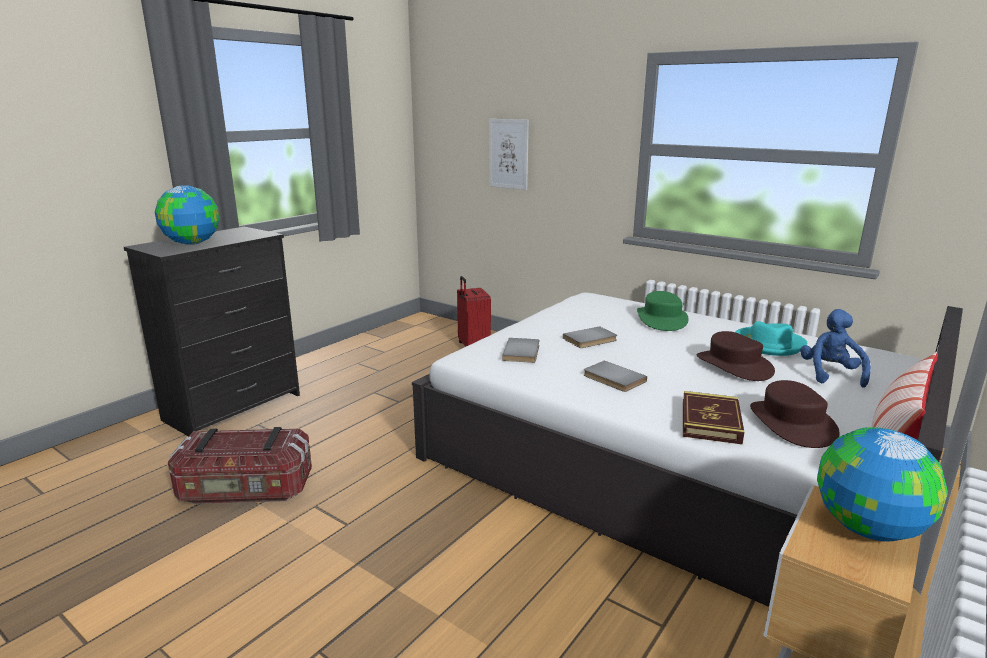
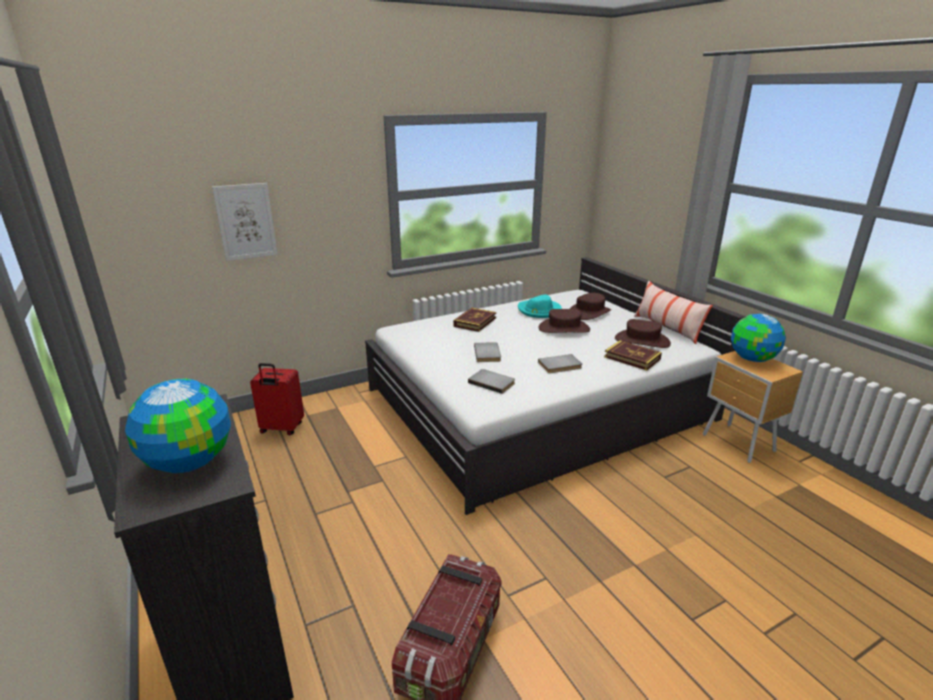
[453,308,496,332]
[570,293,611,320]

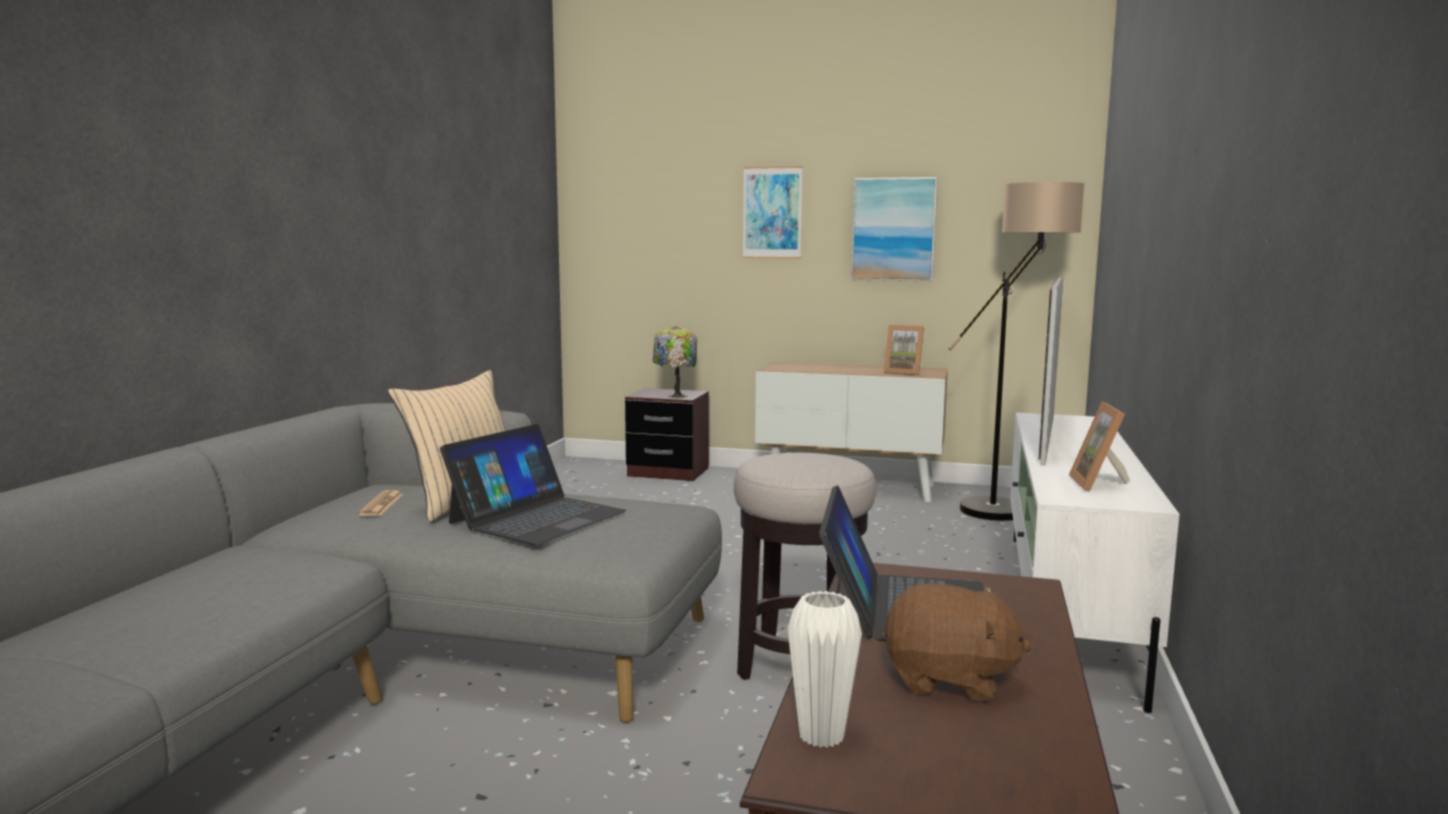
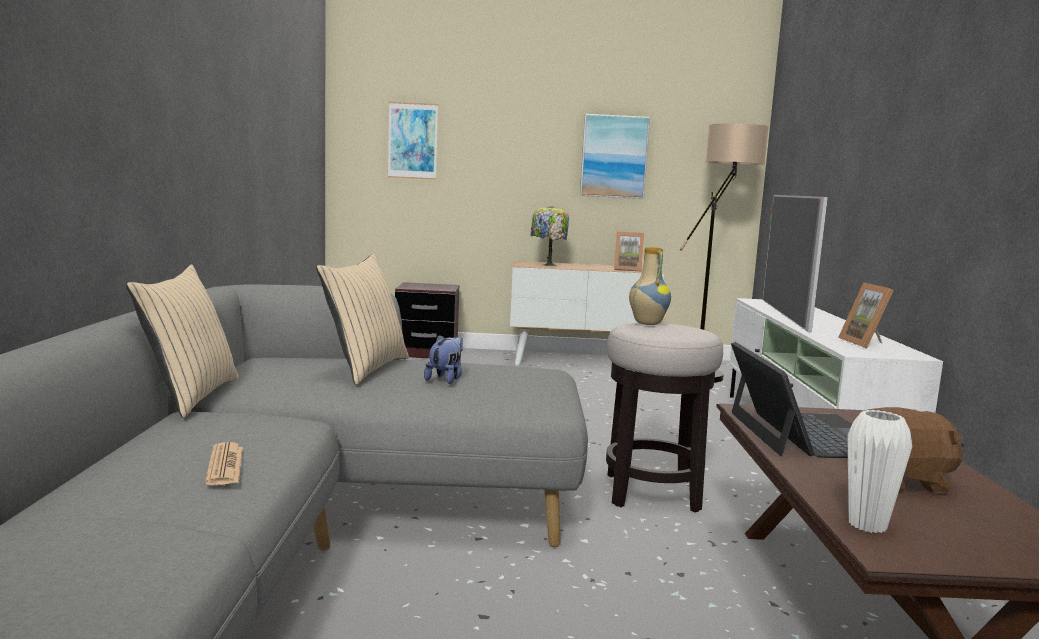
[126,264,239,418]
[629,247,671,325]
[205,442,243,485]
[531,206,569,266]
[388,102,438,180]
[424,335,463,384]

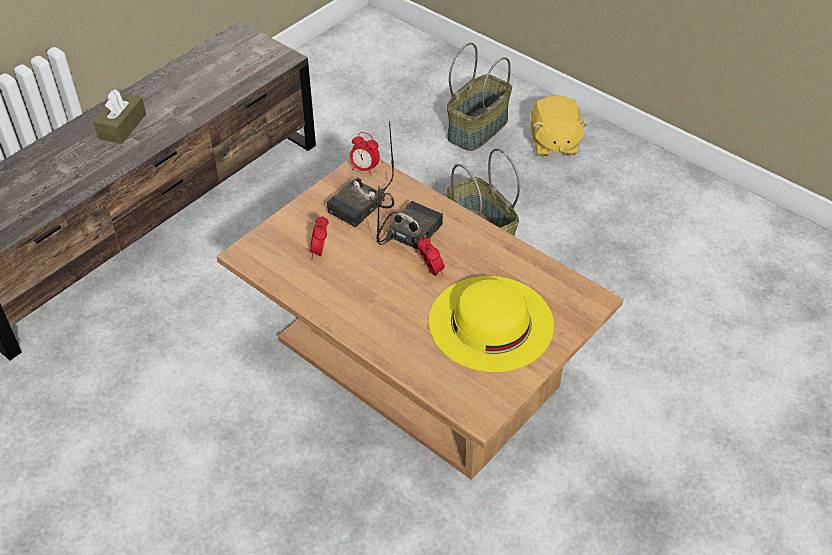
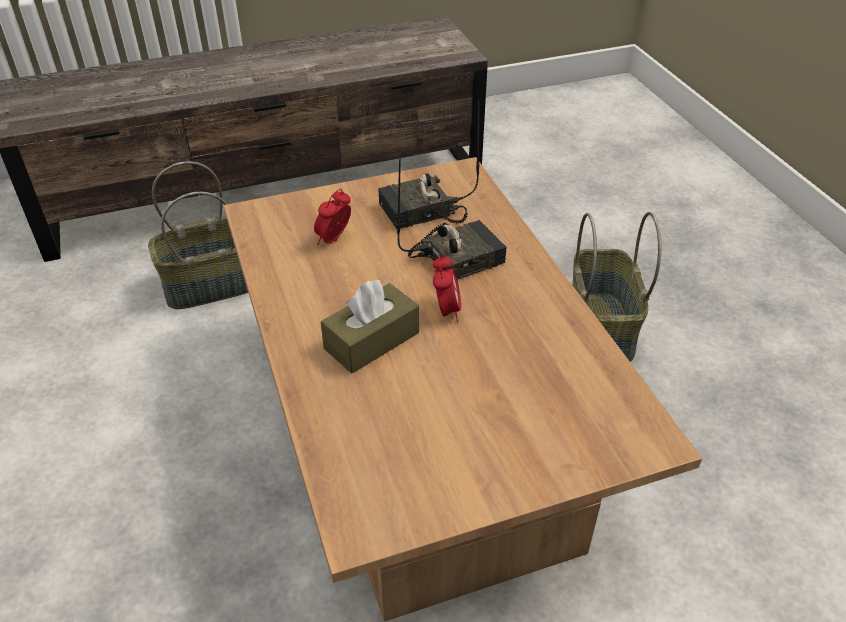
[350,132,380,175] (first image)
[429,276,554,372] (first image)
[531,95,588,156] (first image)
[321,280,419,373]
[148,161,248,309]

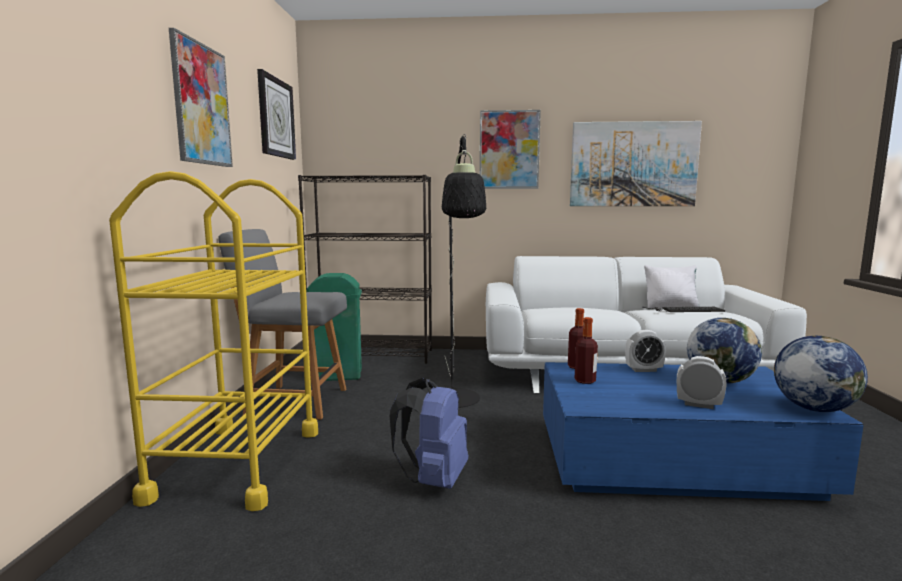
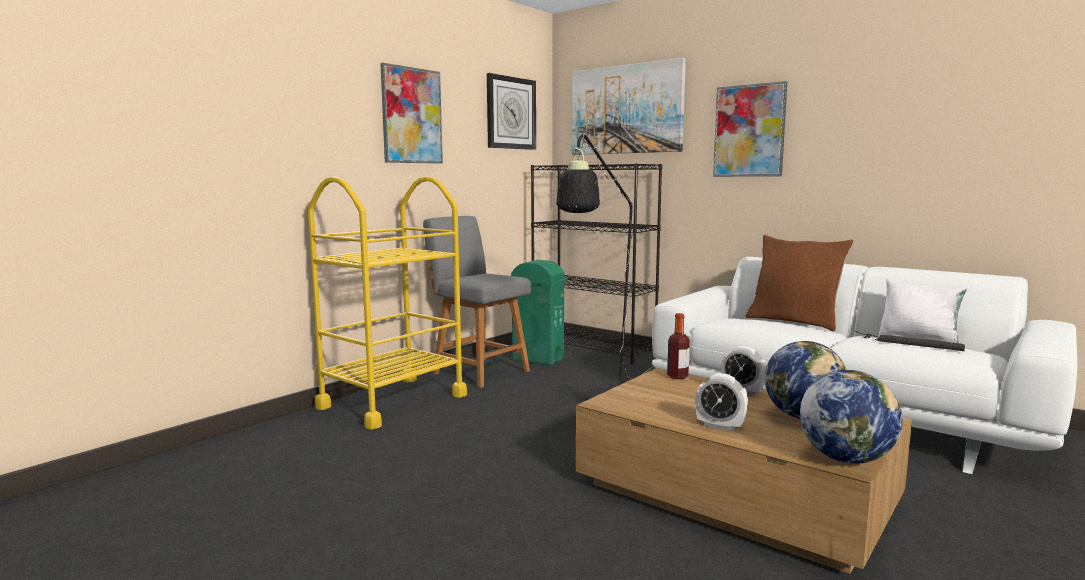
[390,378,468,489] (first image)
[575,317,598,384] (first image)
[746,235,854,331]
[572,58,686,155]
[576,368,912,574]
[695,373,748,431]

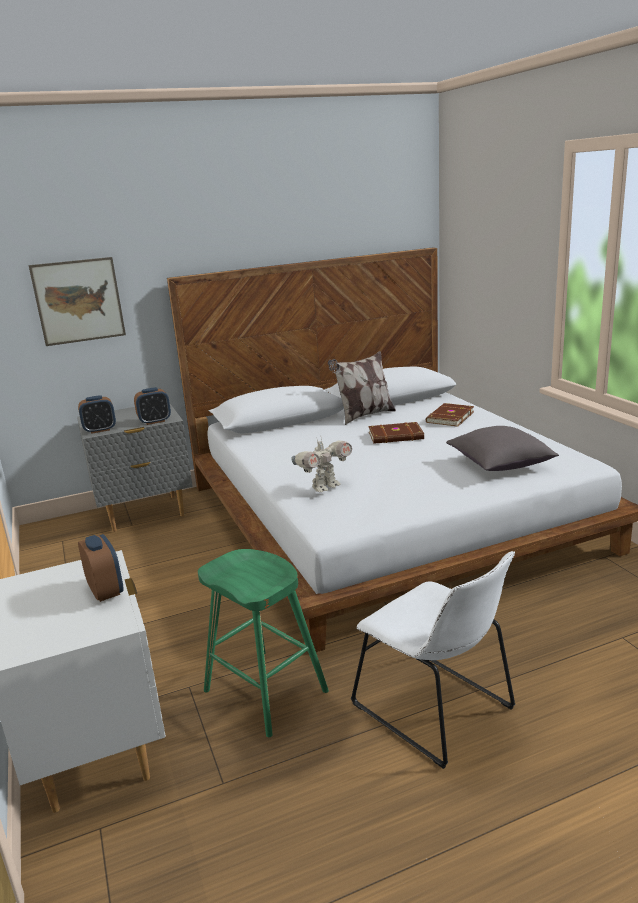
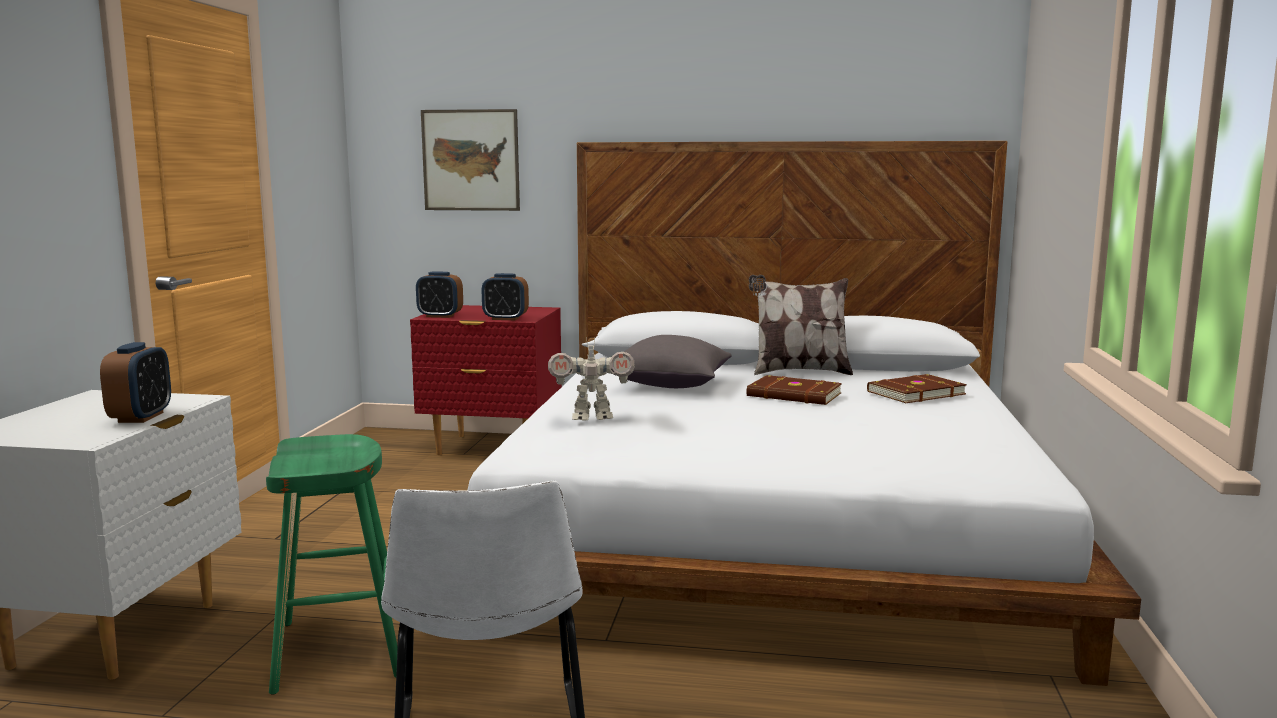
[618,335,732,388]
[410,305,562,455]

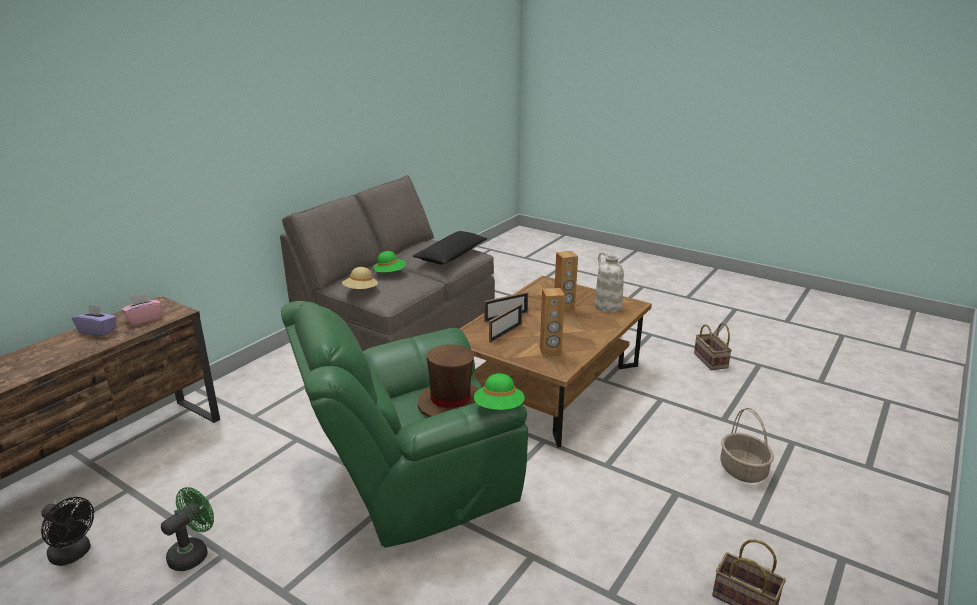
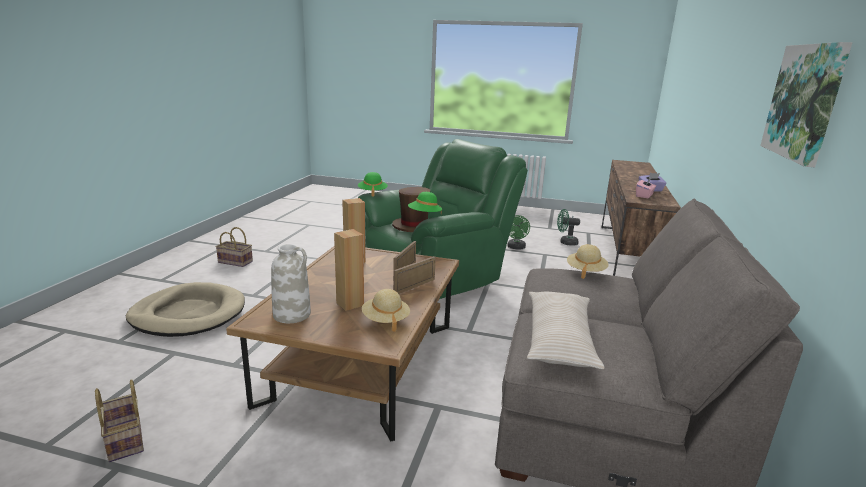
[362,289,410,332]
[760,42,852,167]
[408,192,442,215]
[126,282,245,337]
[557,209,580,246]
[527,292,605,369]

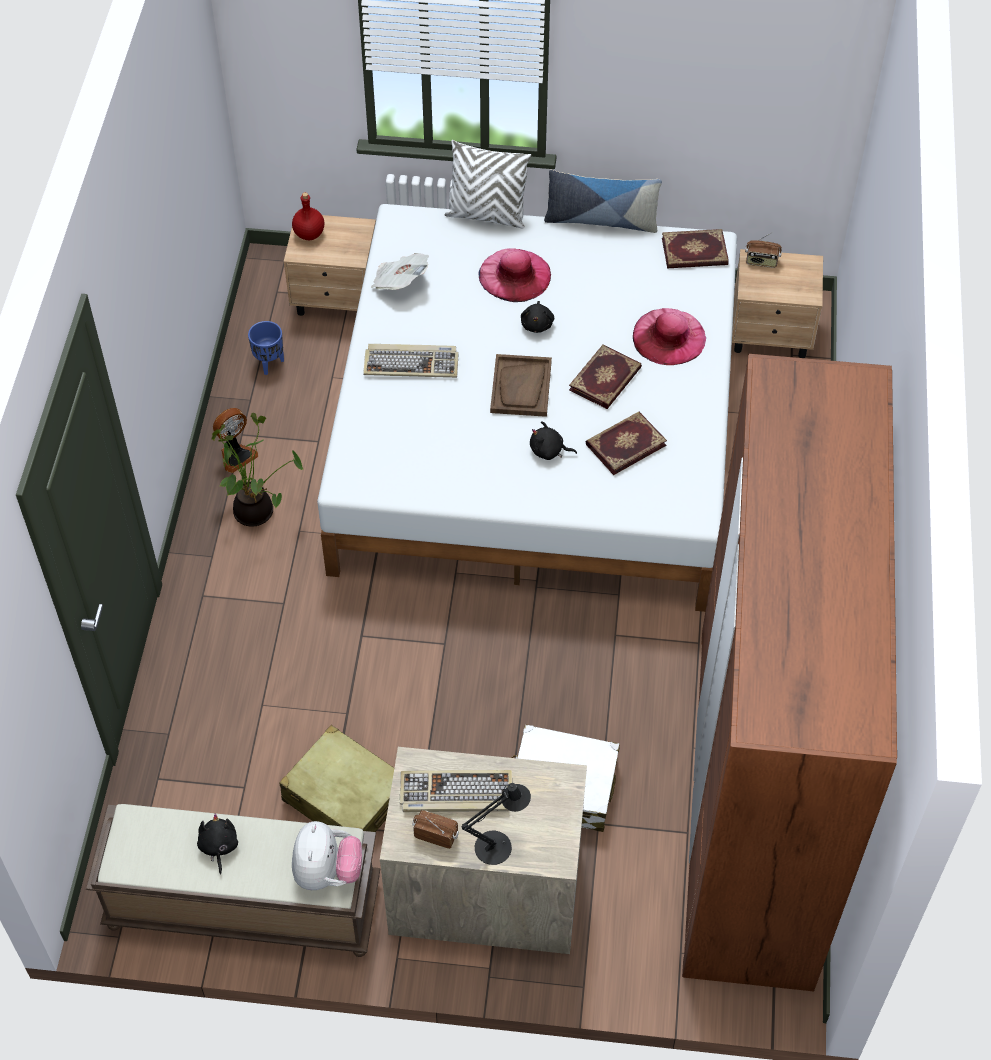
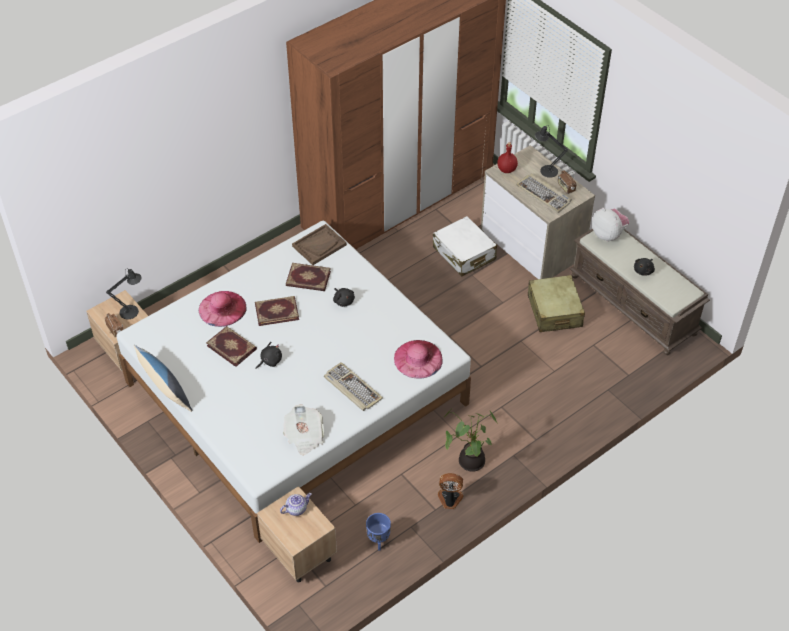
[445,140,531,228] (first image)
[106,269,142,319]
[280,493,312,516]
[497,142,518,173]
[394,340,443,378]
[292,224,347,265]
[206,326,257,367]
[592,208,629,241]

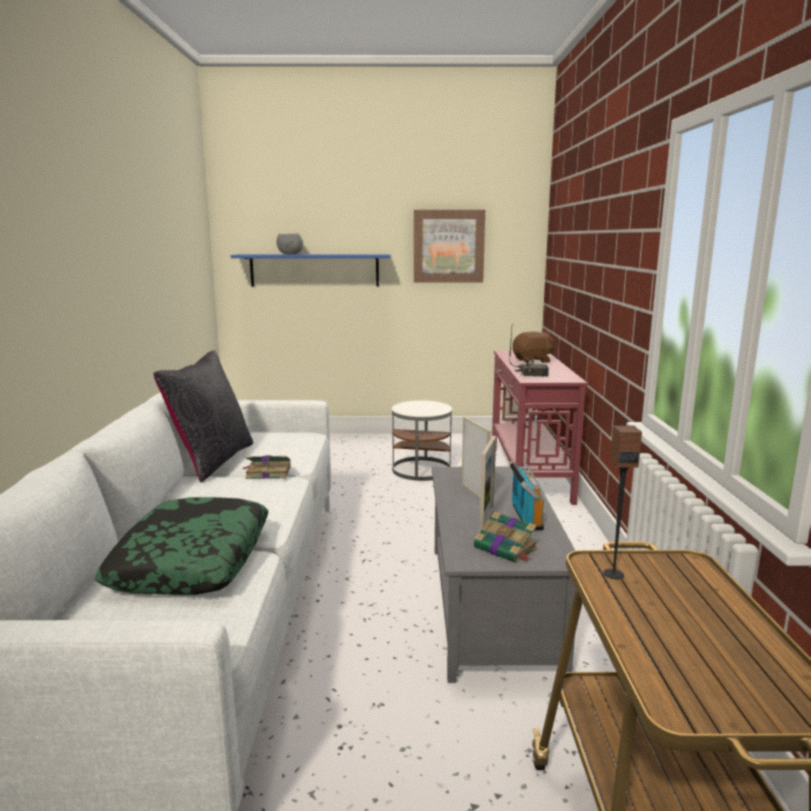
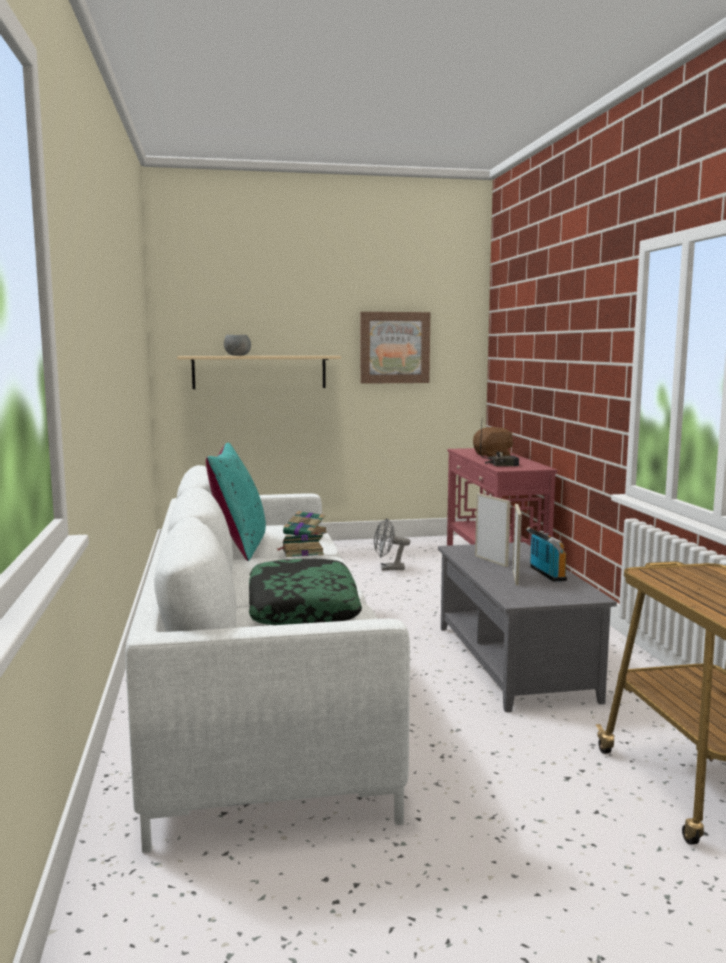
[603,425,642,579] (first image)
[283,511,327,536]
[374,518,410,570]
[206,443,266,561]
[177,356,341,389]

